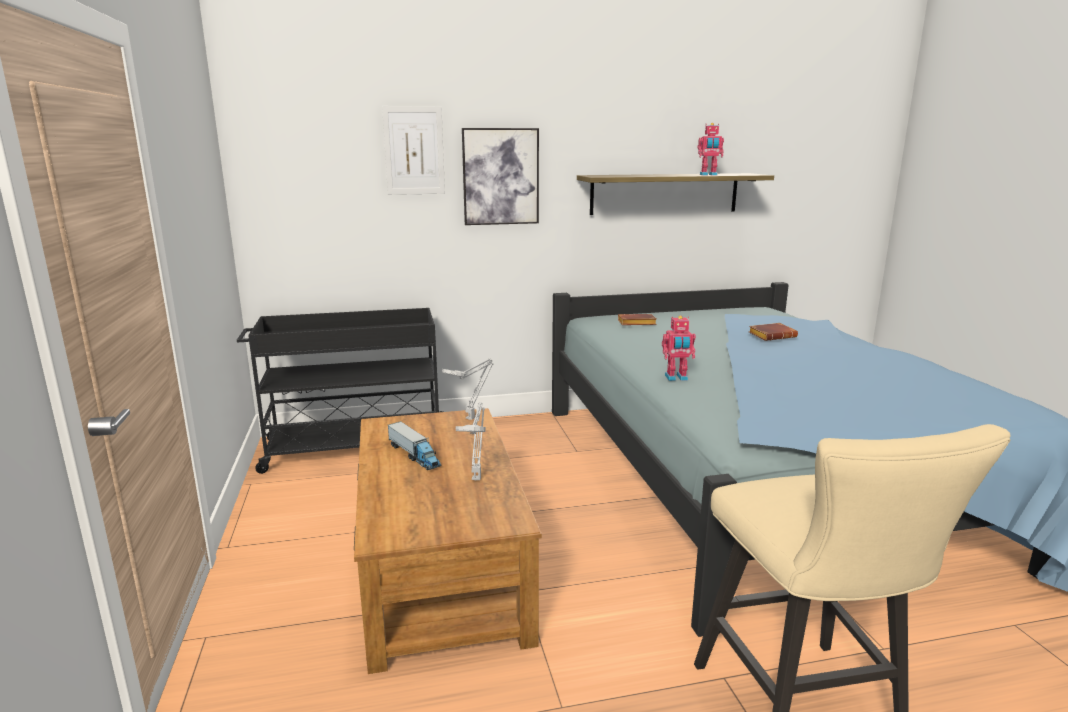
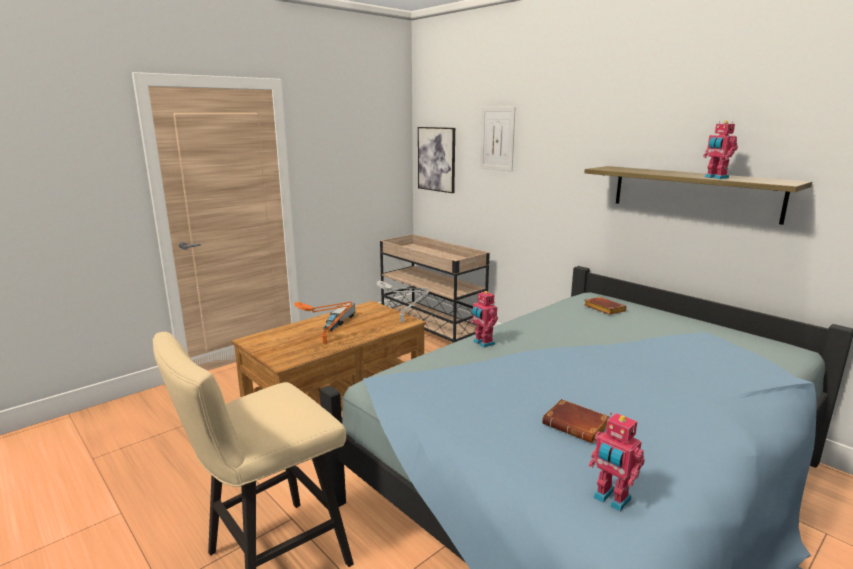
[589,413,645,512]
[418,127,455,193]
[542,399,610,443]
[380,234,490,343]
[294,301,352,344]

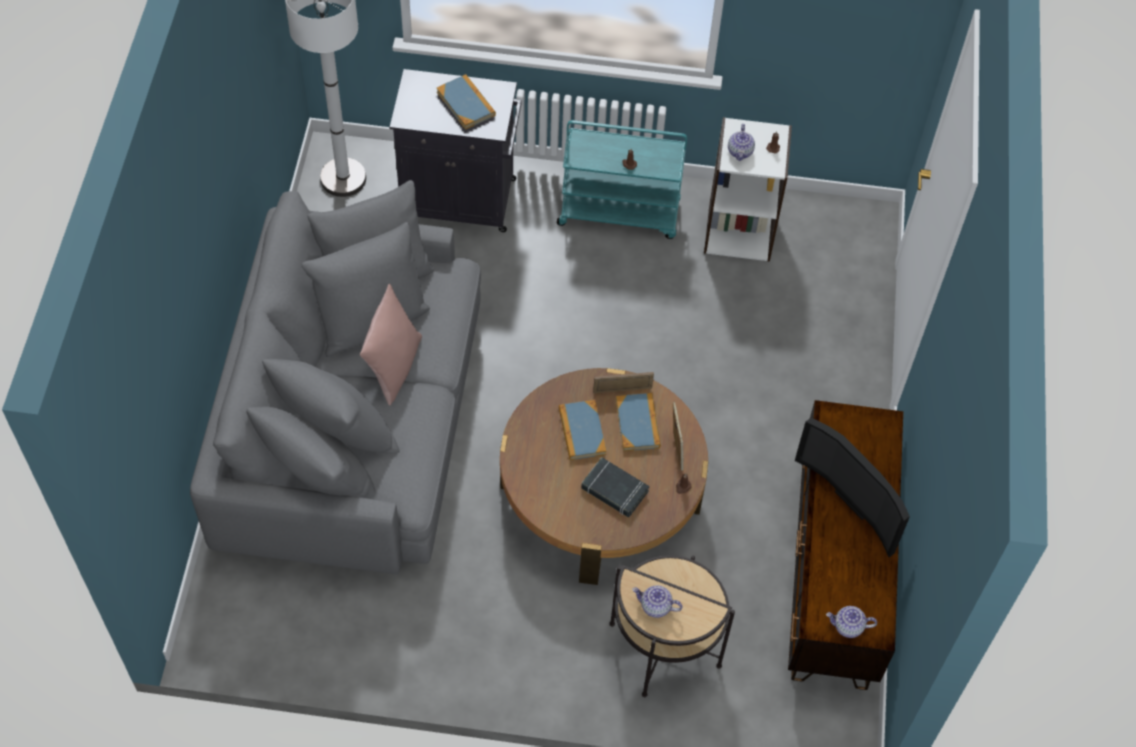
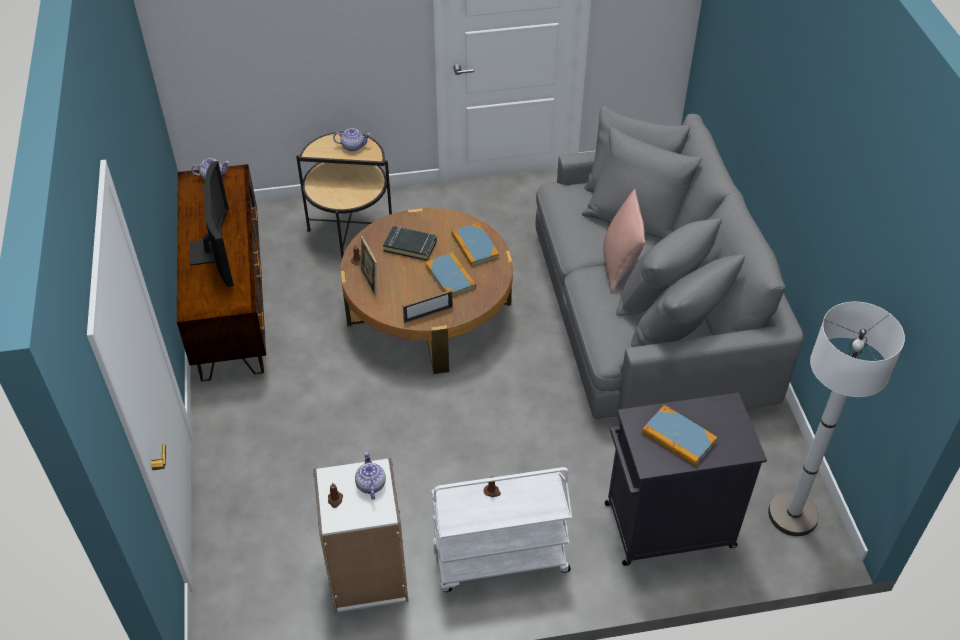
[452,223,499,267]
[431,467,572,592]
[189,161,234,287]

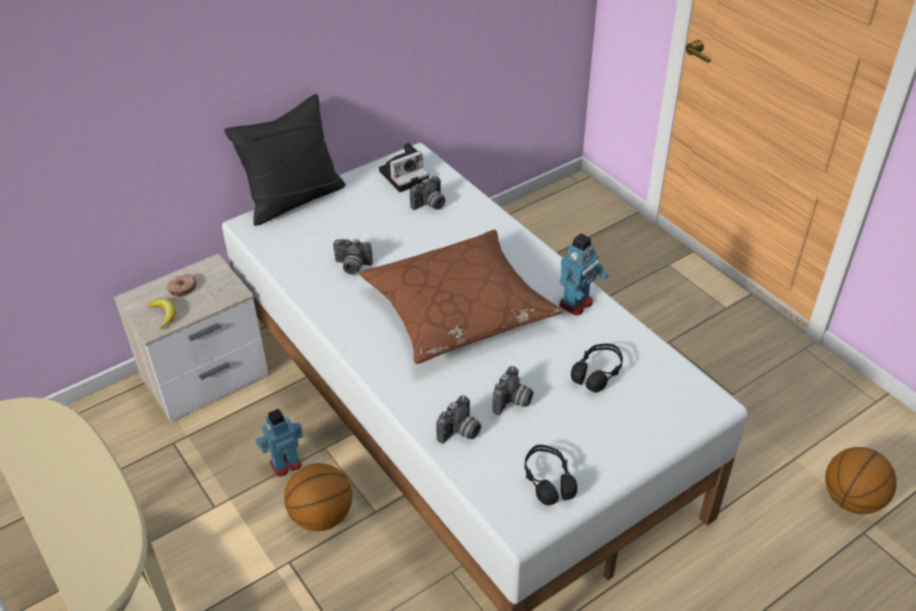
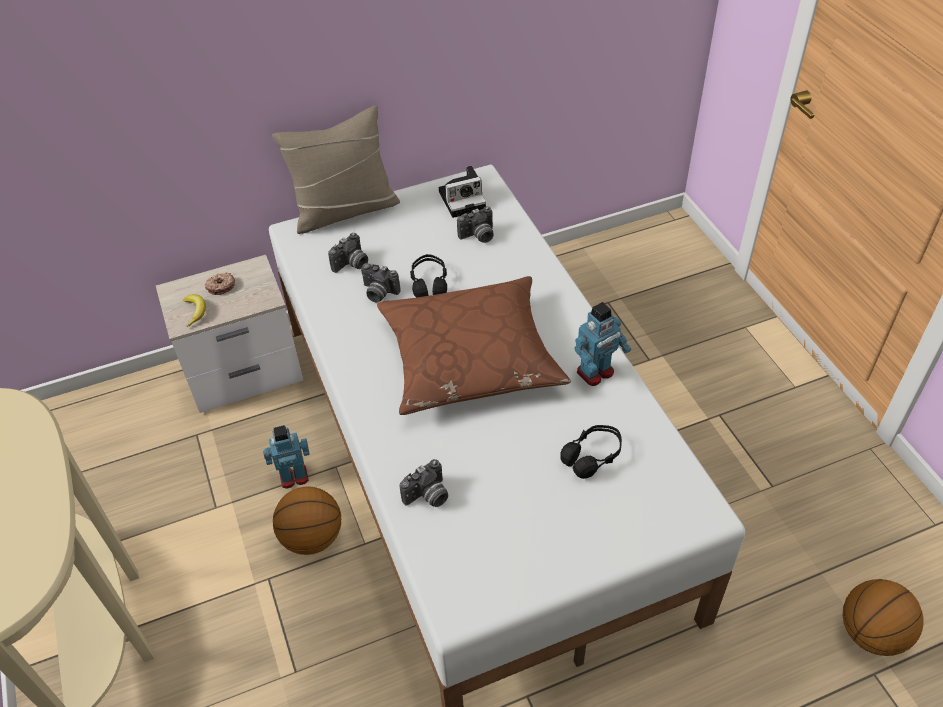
[328,233,368,273]
[410,254,447,298]
[272,105,400,234]

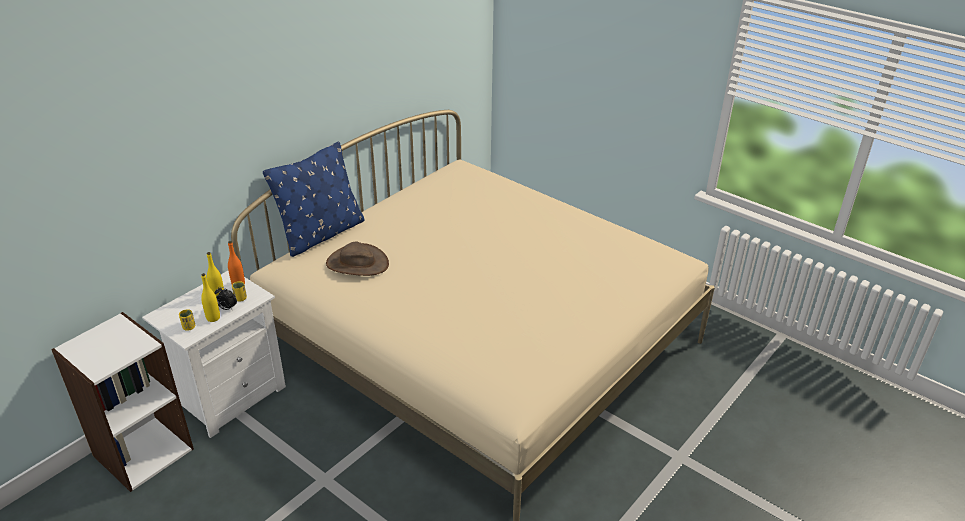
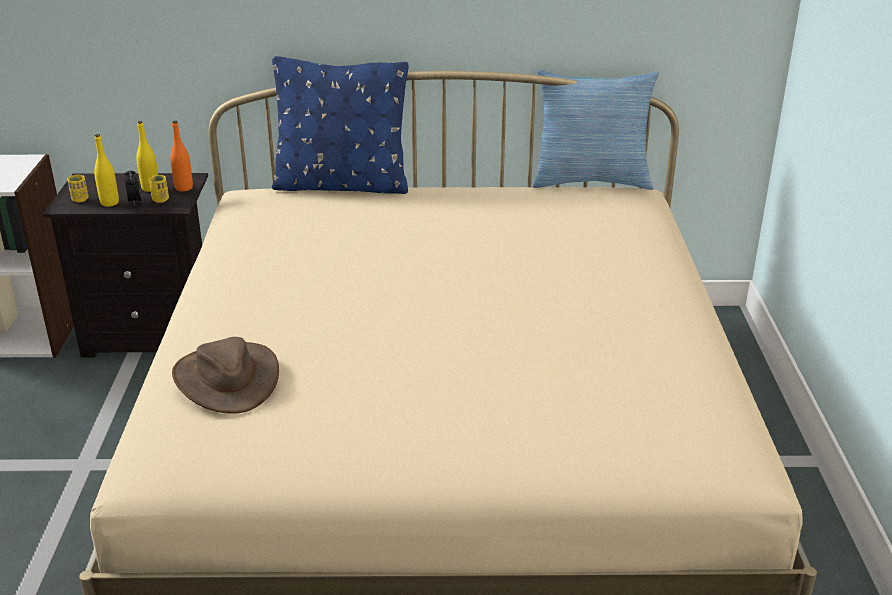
[533,70,659,190]
[172,337,279,414]
[43,173,208,358]

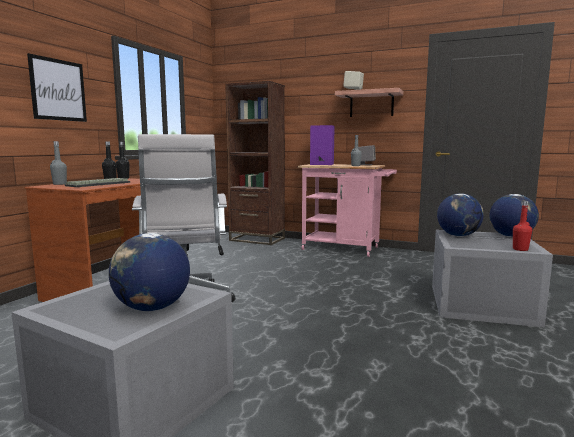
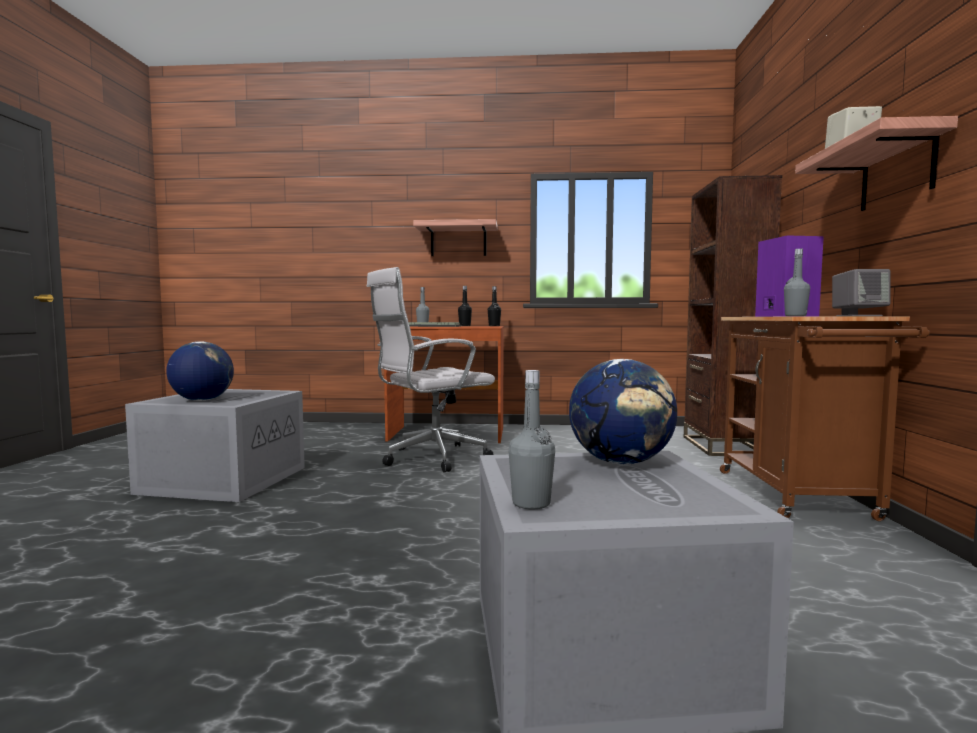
[490,194,539,237] (first image)
[413,219,498,256]
[720,316,930,521]
[508,370,555,509]

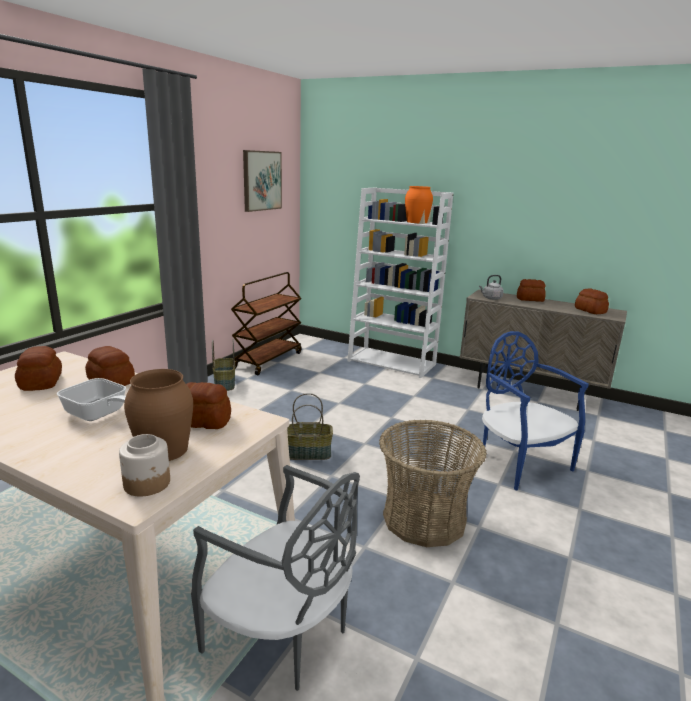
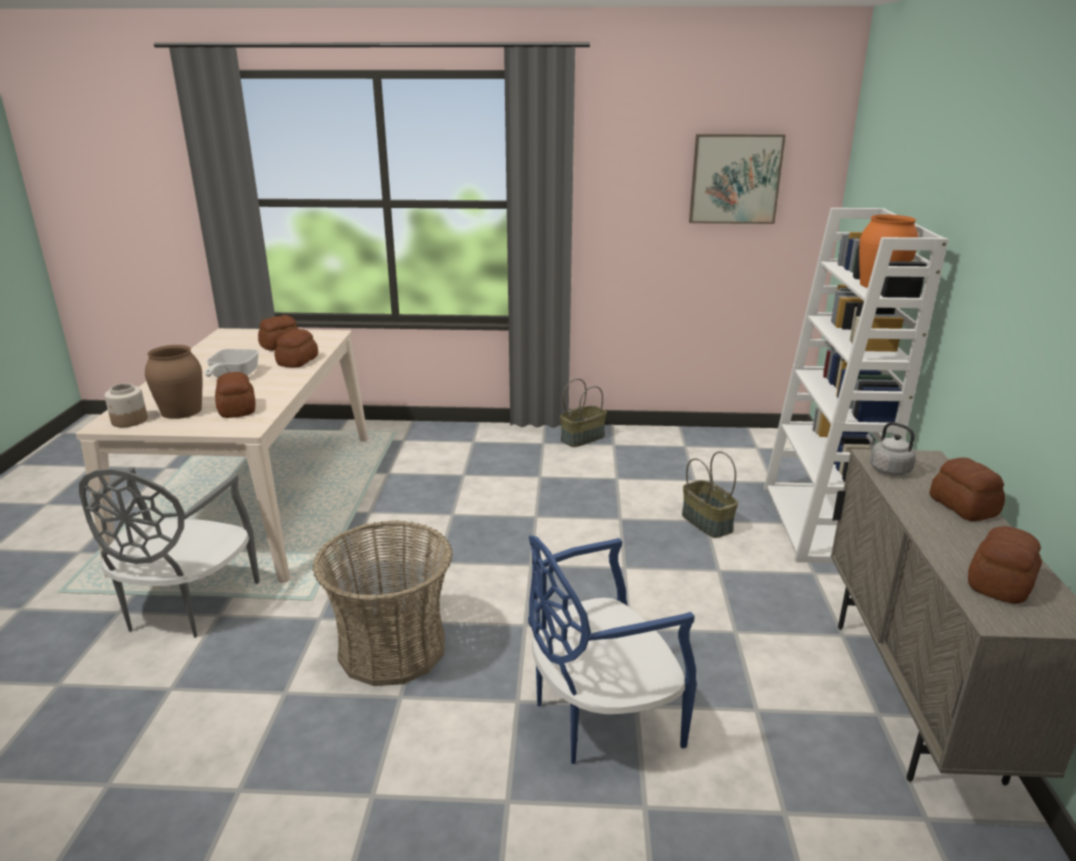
[231,272,302,375] (first image)
[682,451,738,538]
[528,535,697,764]

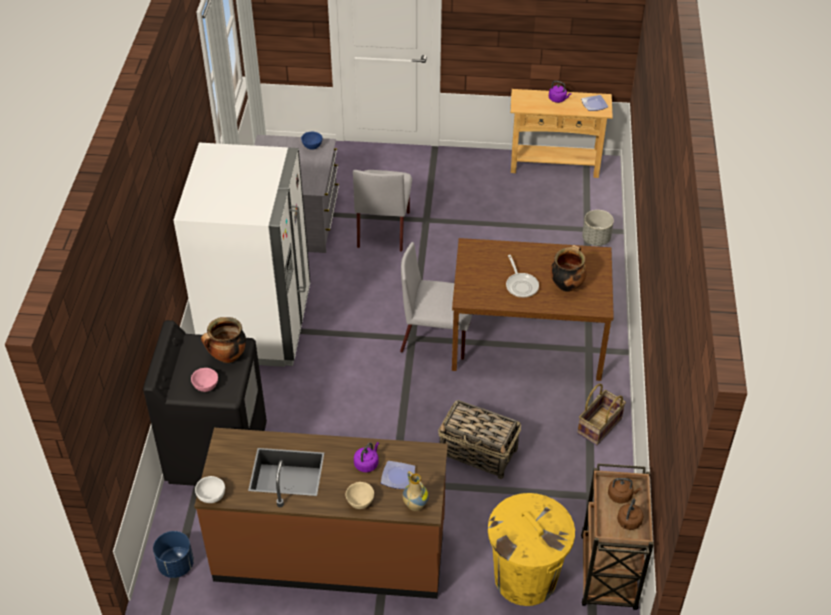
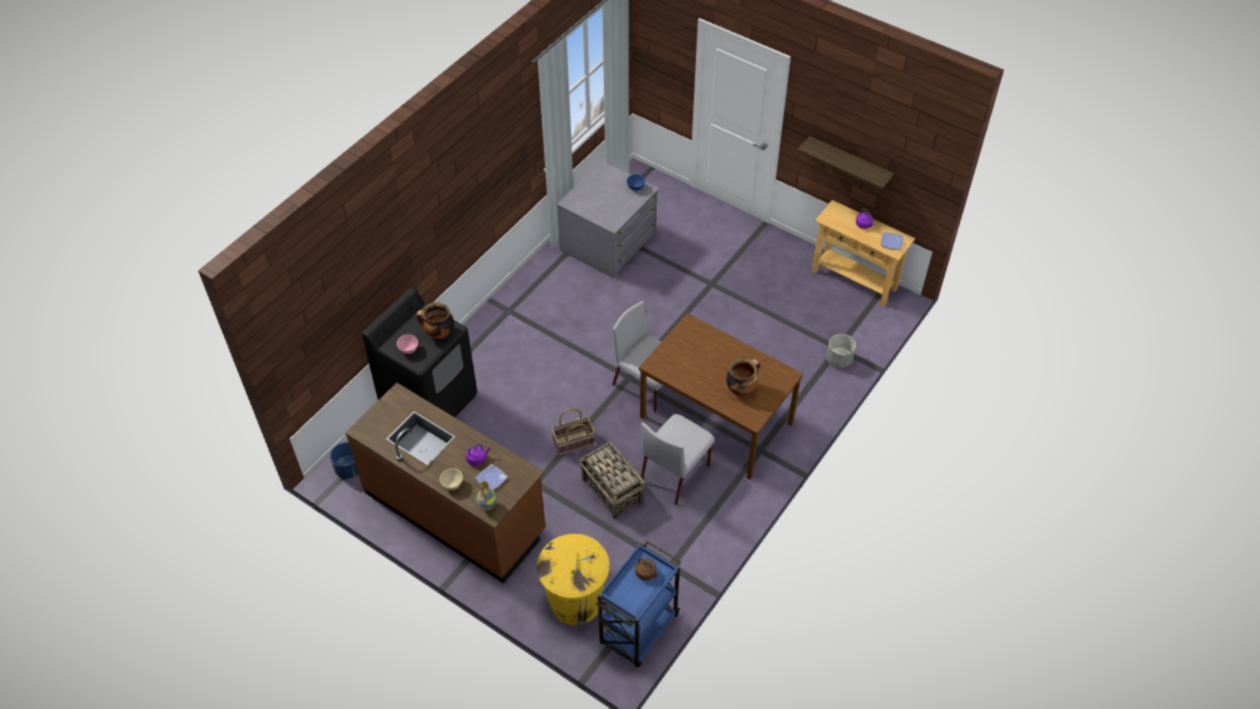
[173,143,310,367] (first image)
[195,476,225,503] (first image)
[506,255,539,298] (first image)
[617,499,644,530] (first image)
[797,136,894,190]
[641,414,715,505]
[551,408,595,456]
[596,541,681,667]

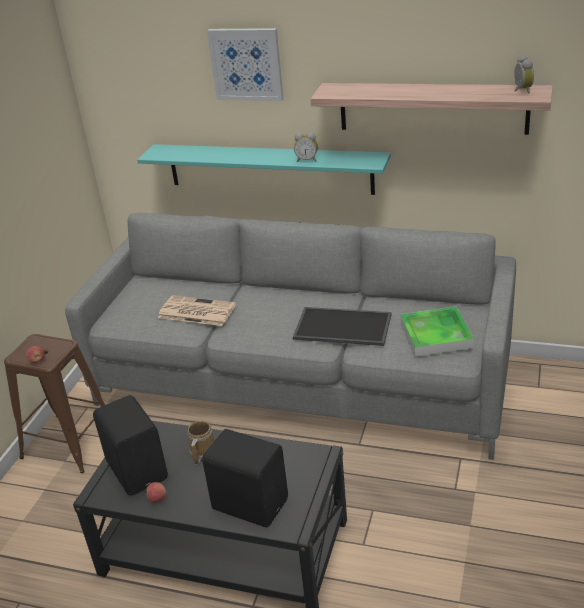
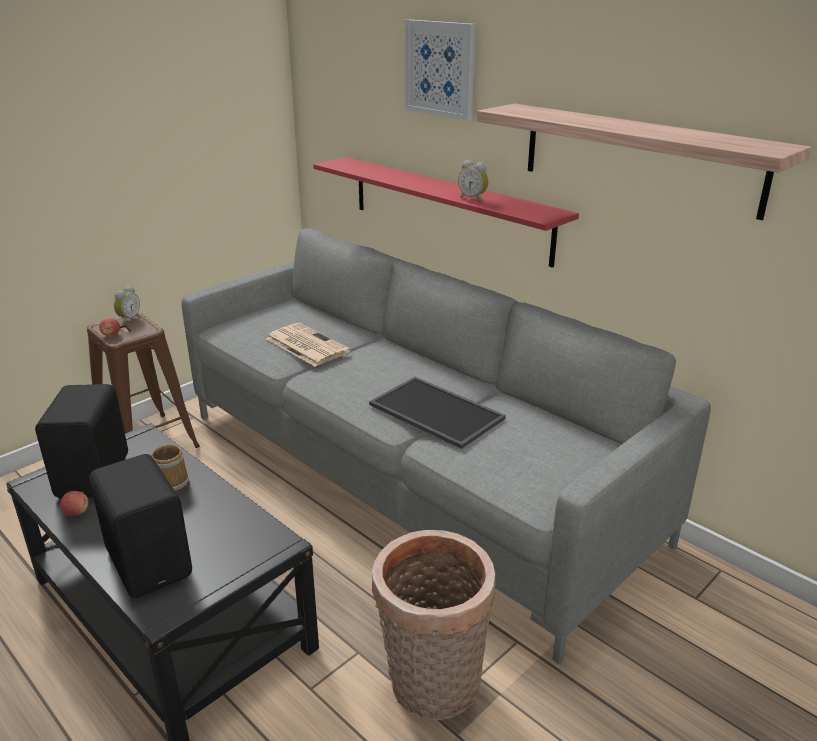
[401,306,474,357] (first image)
[372,530,496,720]
[114,286,140,324]
[313,157,579,268]

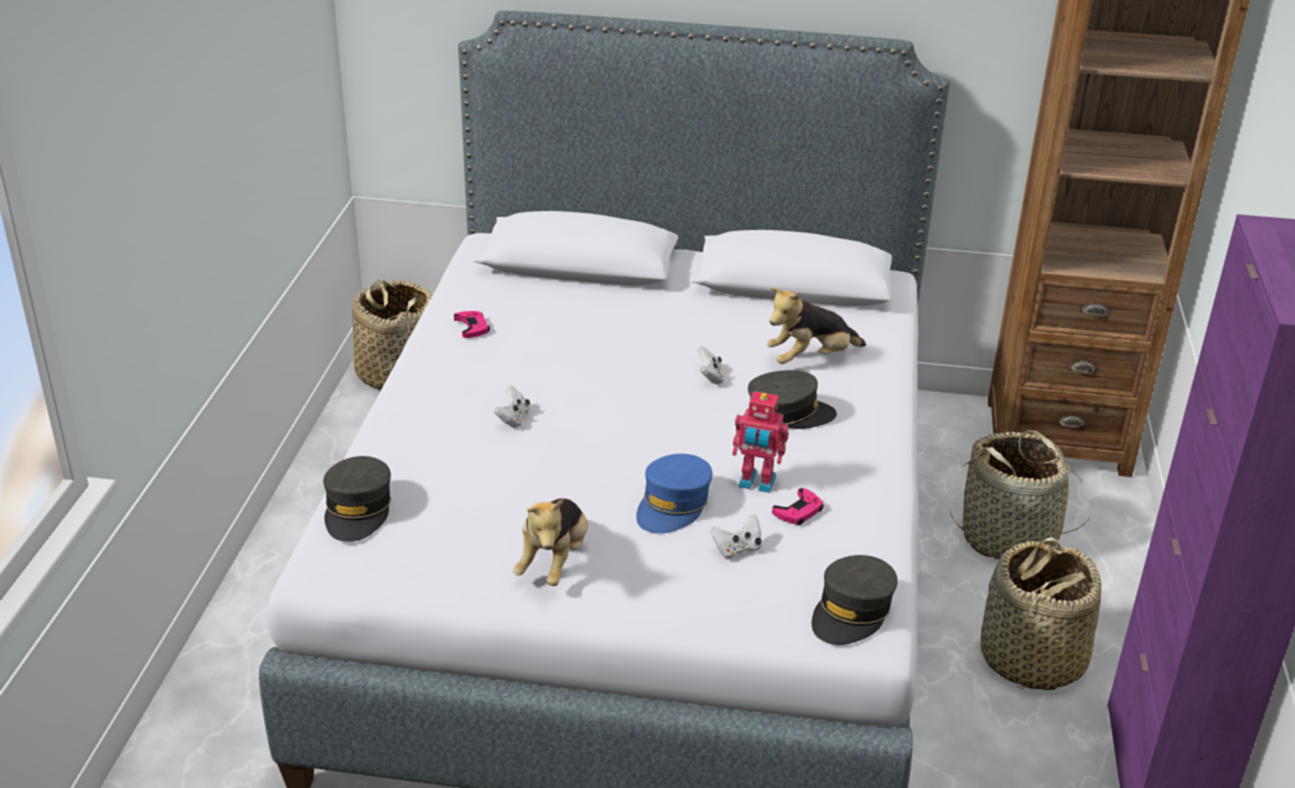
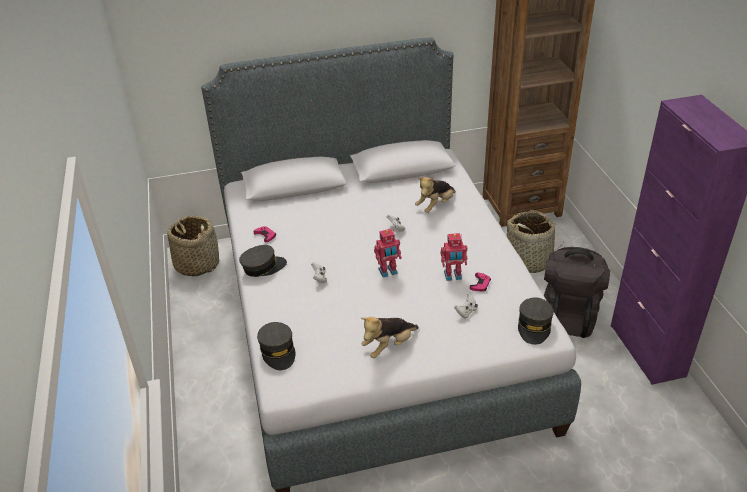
[636,454,713,534] (first image)
[374,229,402,278]
[239,245,287,277]
[544,247,610,338]
[361,317,419,358]

